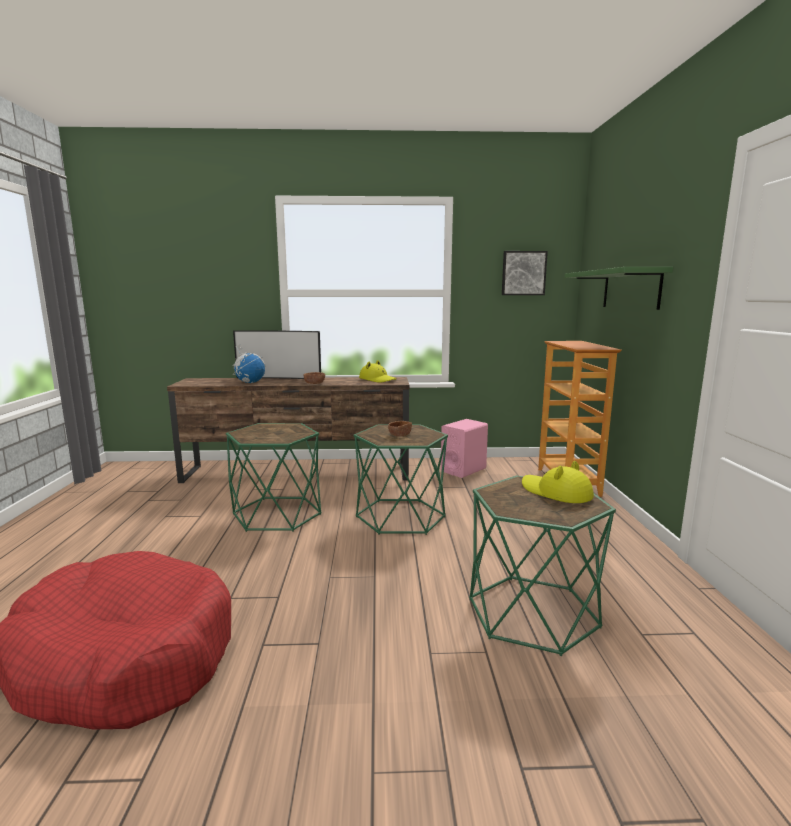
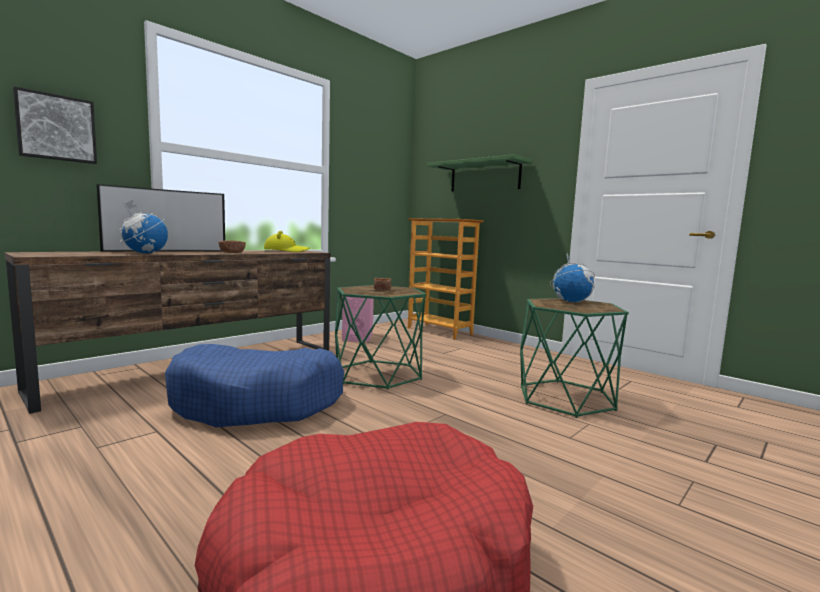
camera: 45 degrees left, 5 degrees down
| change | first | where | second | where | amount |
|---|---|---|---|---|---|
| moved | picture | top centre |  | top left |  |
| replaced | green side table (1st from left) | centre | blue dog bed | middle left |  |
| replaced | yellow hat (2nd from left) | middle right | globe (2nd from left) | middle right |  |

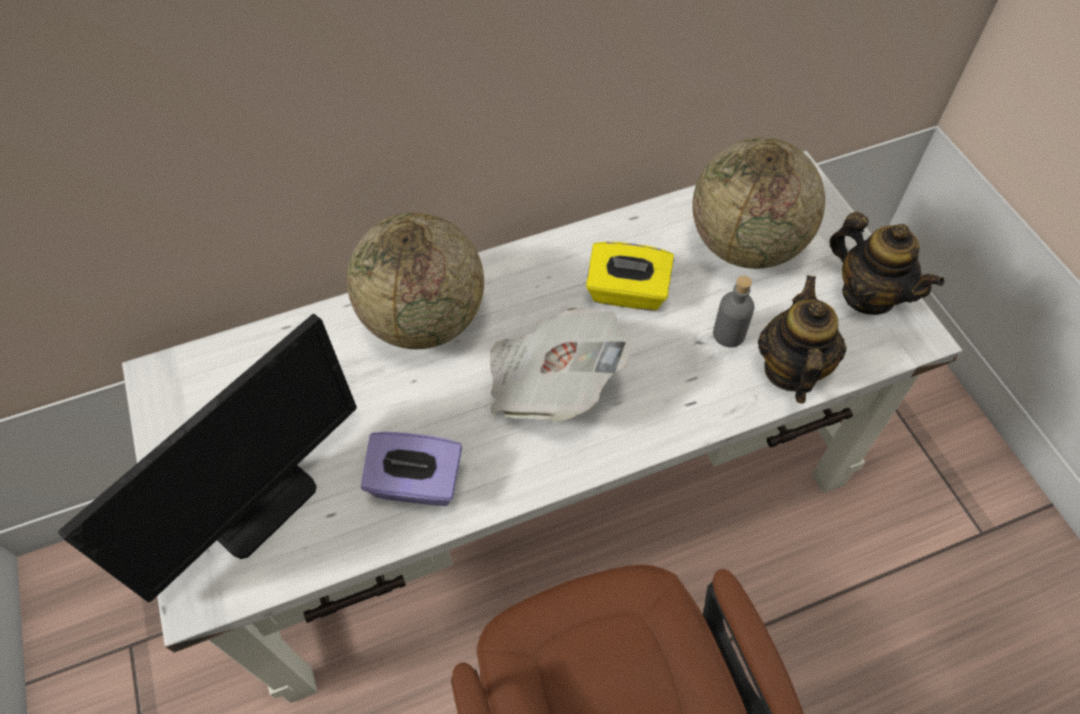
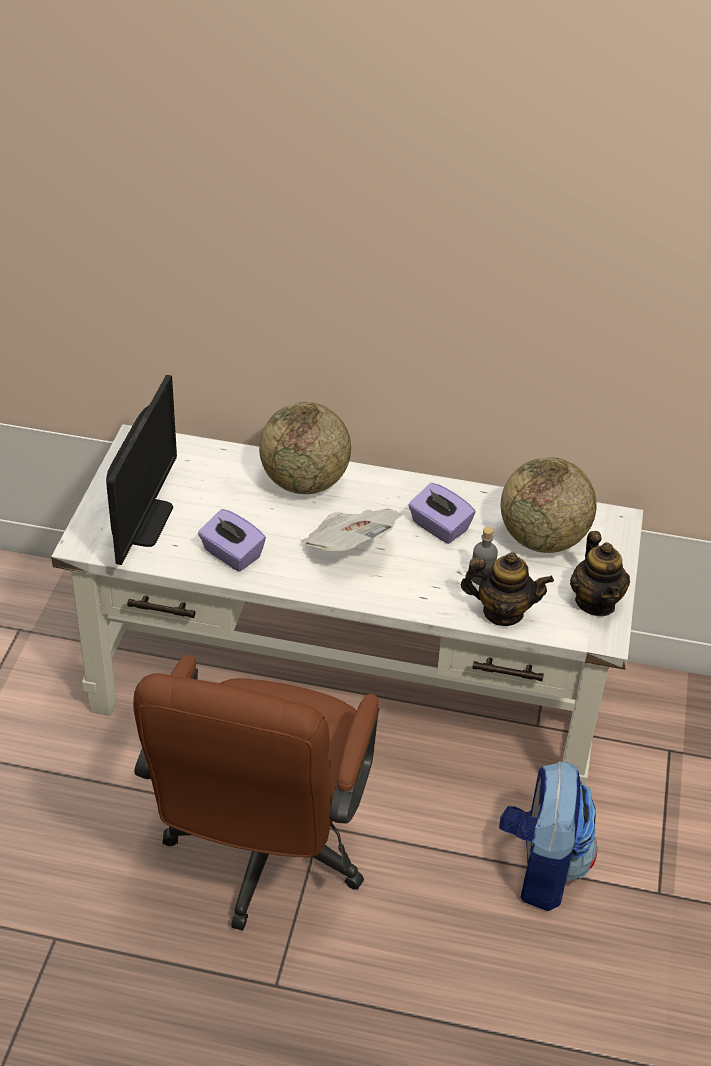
camera: 30 degrees right, 15 degrees down
| change | first | where | second | where | amount |
|---|---|---|---|---|---|
| added |  |  | backpack | bottom right |  |
| recoloured | yellow tissue box | centre | purple tissue box (2nd from left) | centre |  |
| turned | monitor | middle left |  | middle left | 60 degrees counterclockwise |
| turned | teapot (1st from left) | middle right |  | middle right | 60 degrees clockwise |

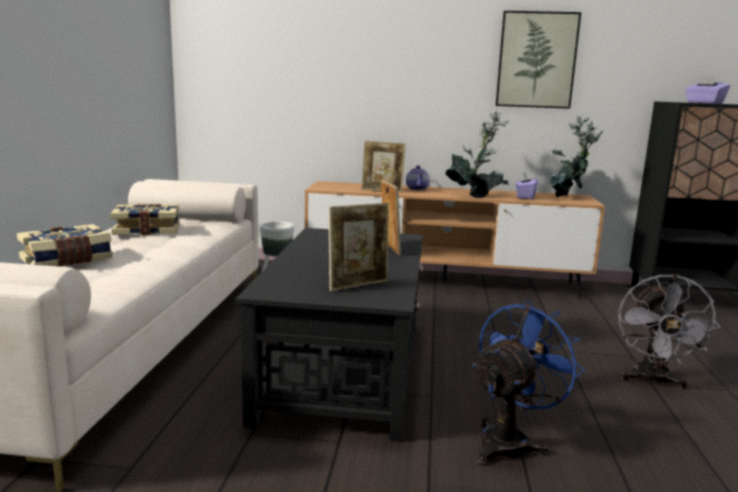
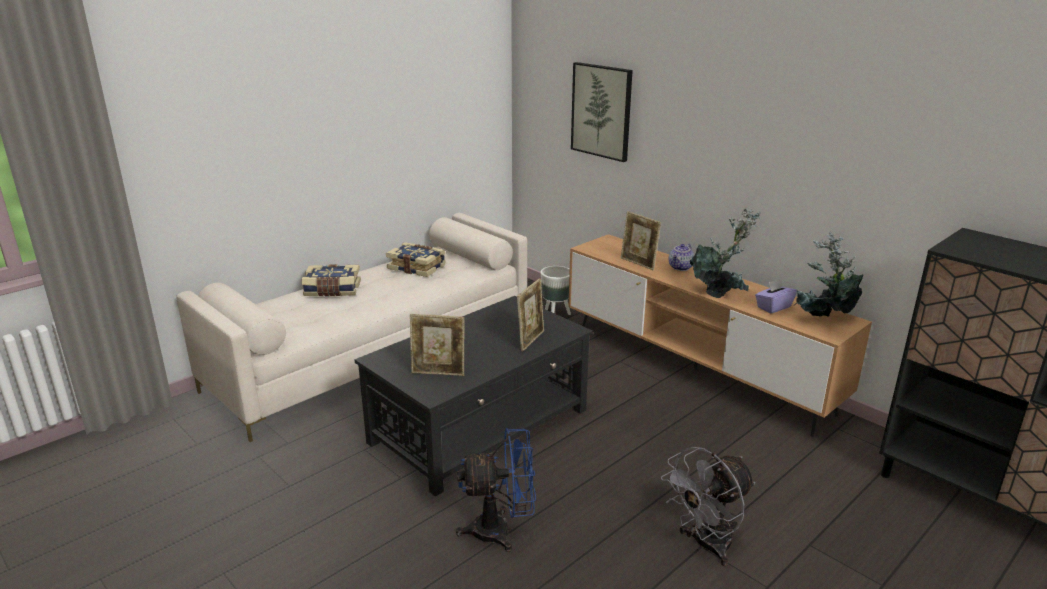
camera: 40 degrees right, 10 degrees up
| change | first | where | second | where | amount |
|---|---|---|---|---|---|
| removed | purple tissue box (2nd from left) | top right |  |  |  |
| moved | picture | top right |  | top centre |  |

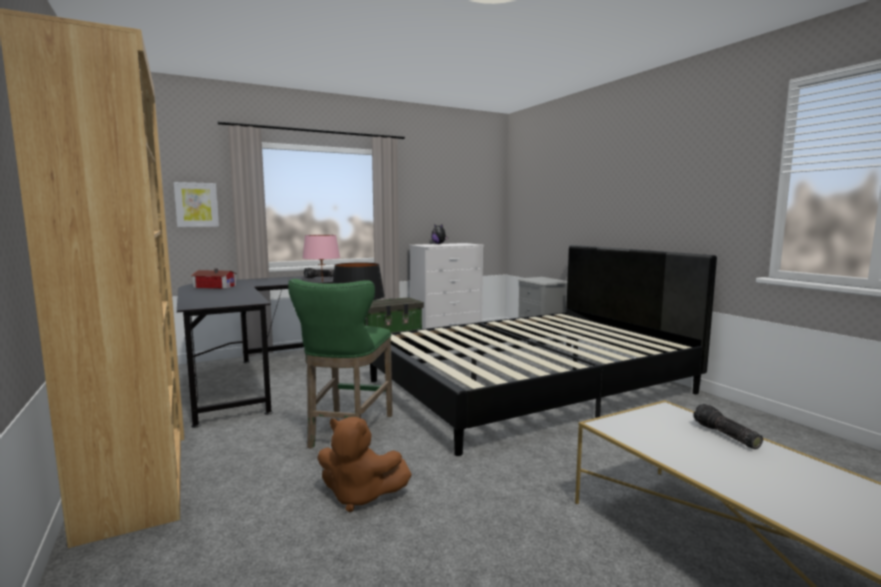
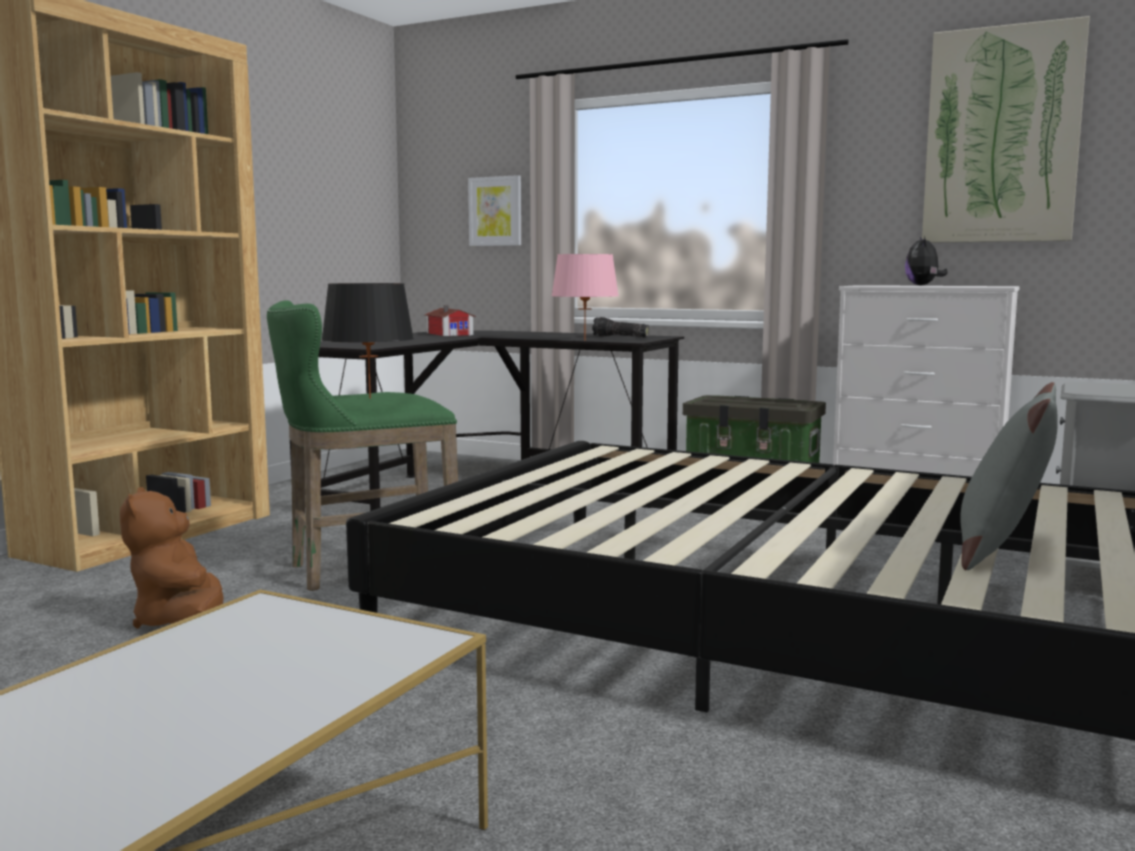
camera: 55 degrees right, 0 degrees up
| change | first | where | second | where | amount |
|---|---|---|---|---|---|
| removed | flashlight (2nd from left) | bottom right |  |  |  |
| added |  |  | picture (2nd from left) | top right |  |
| added |  |  | grey pillow | middle right |  |

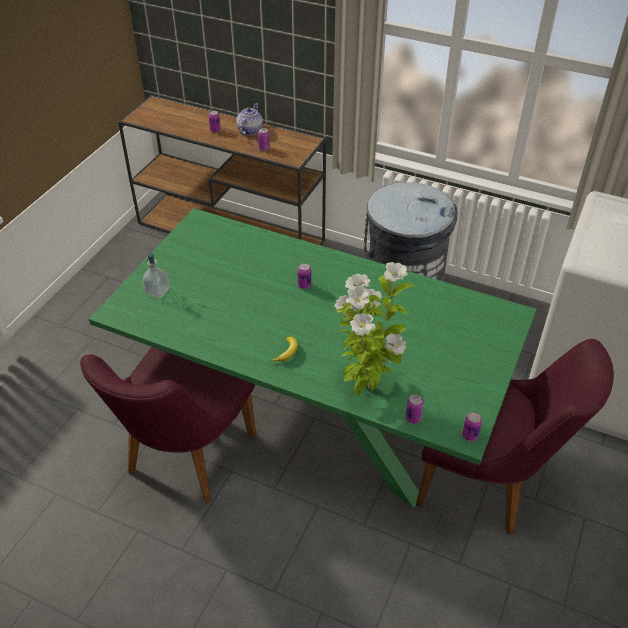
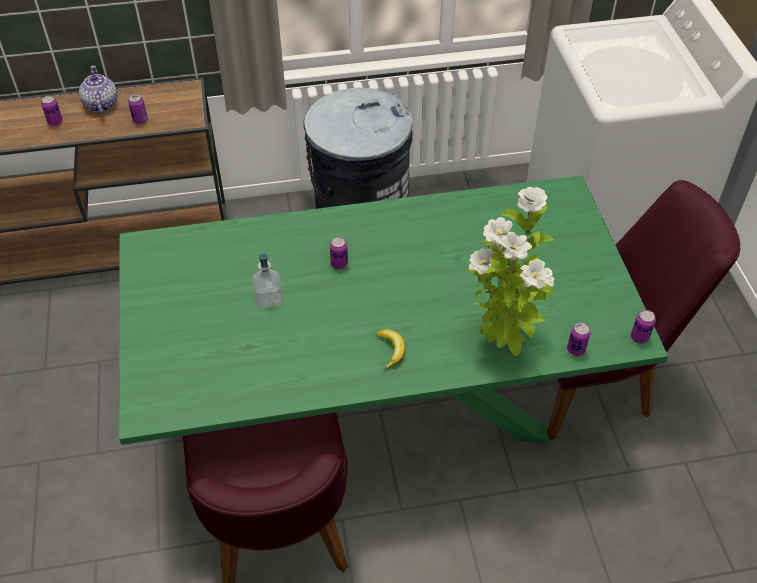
camera: 35 degrees left, 5 degrees up
| change | first | where | second | where | amount |
|---|---|---|---|---|---|
| moved | soap dispenser | middle left |  | centre |  |

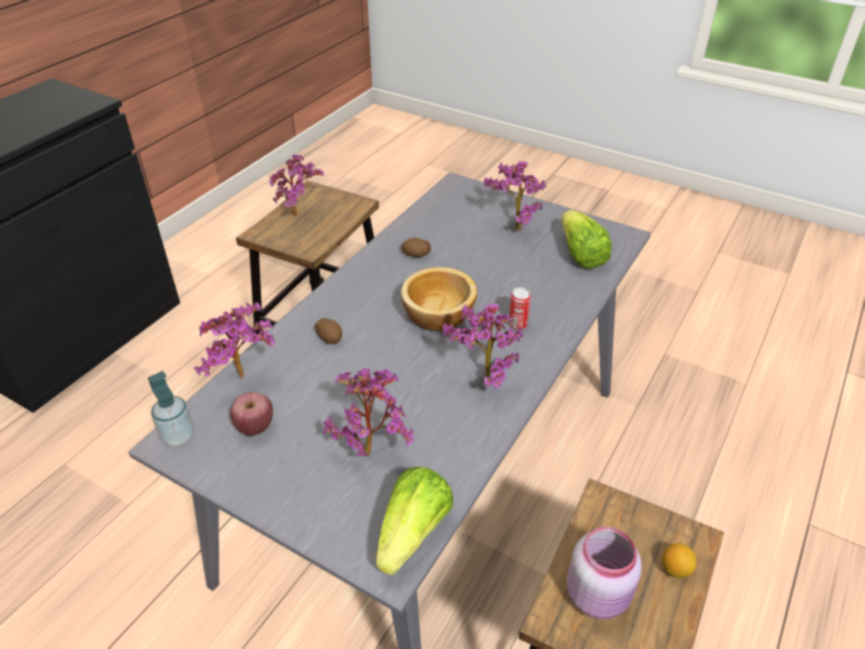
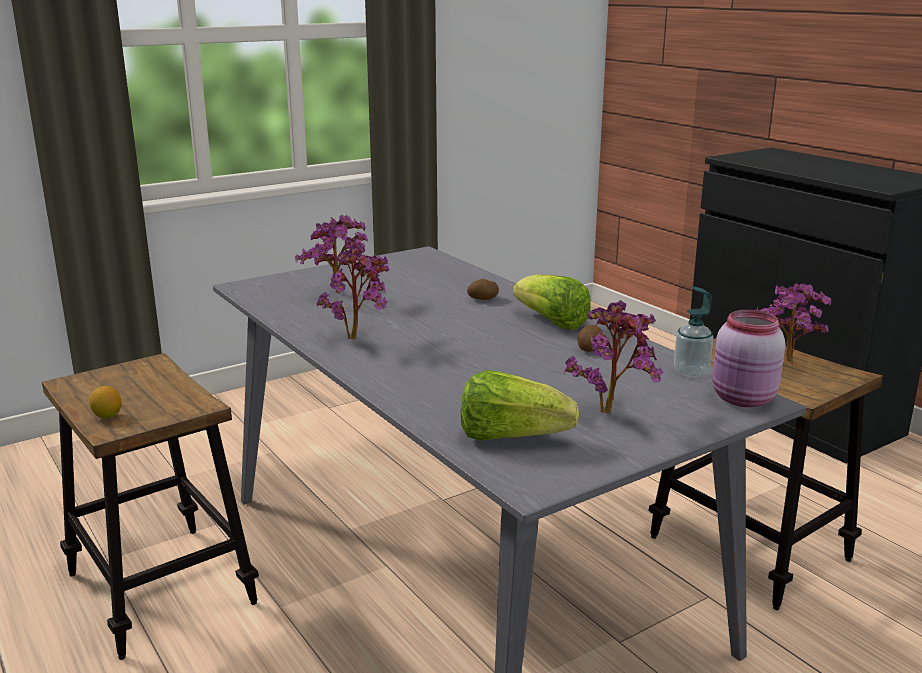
camera: 115 degrees right, 20 degrees down
| change | first | where | second | where | amount |
|---|---|---|---|---|---|
| removed | potted plant (1st from left) | middle left |  |  |  |
| removed | apple | middle left |  |  |  |
| removed | bowl | centre |  |  |  |
| removed | can | centre |  |  |  |
| moved | soap dispenser | middle left |  | middle right |  |
| moved | lettuce (1st from left in the first image) | bottom centre | lettuce (2nd from left) | centre |  |
| moved | pink jar | bottom right |  | middle right |  |

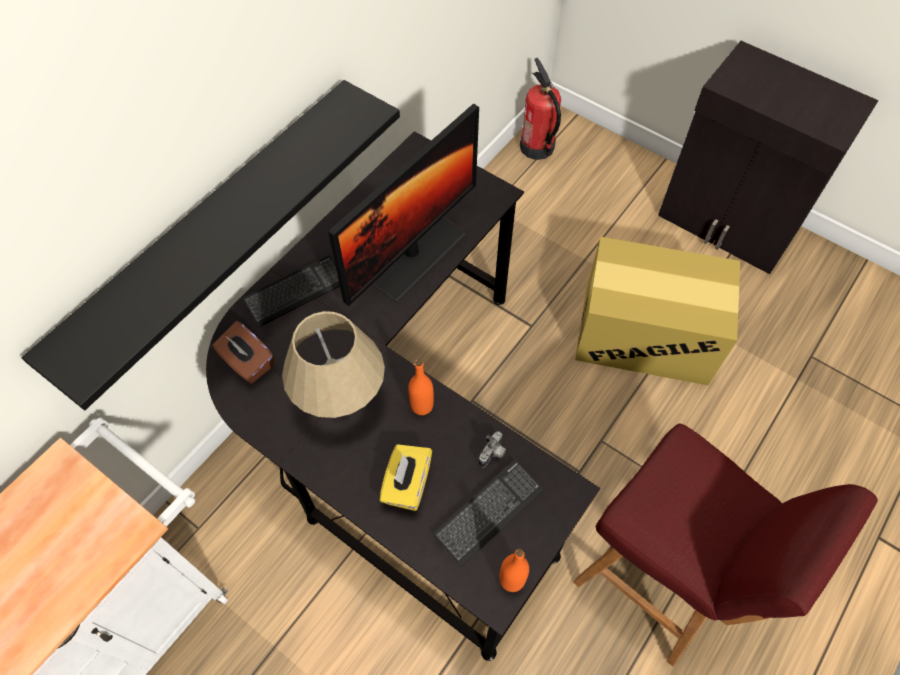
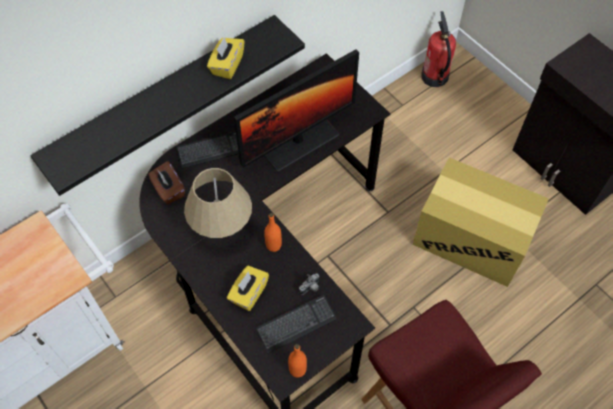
camera: 15 degrees right, 0 degrees up
| change | first | where | second | where | amount |
|---|---|---|---|---|---|
| added |  |  | yellow tissue box (1st from left) | top centre |  |

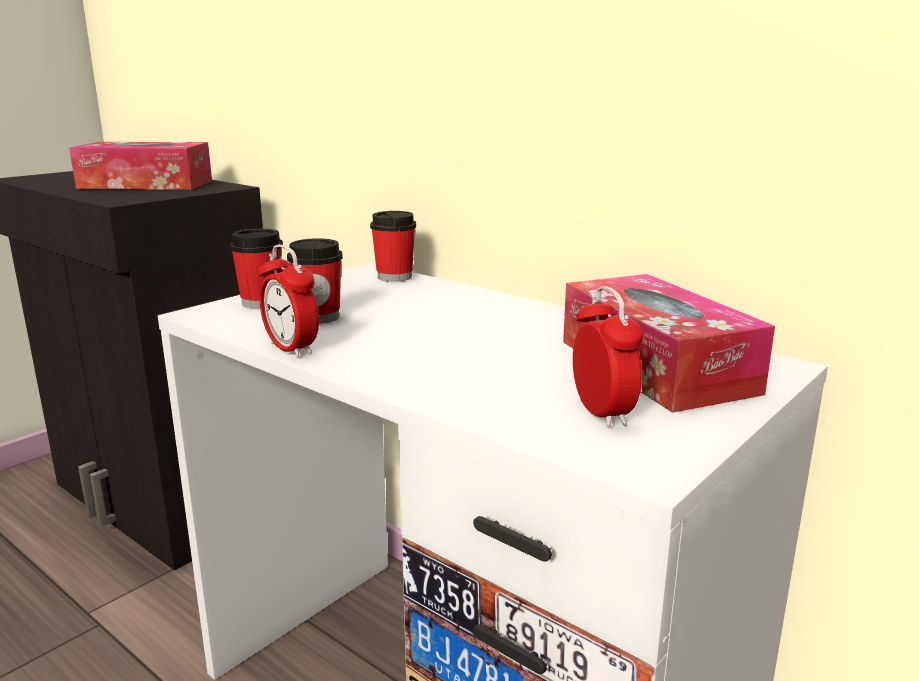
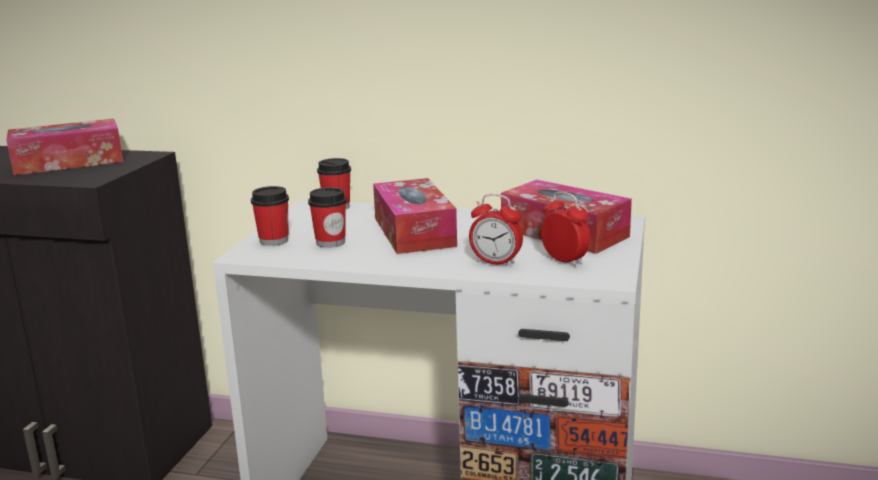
camera: 25 degrees left, 0 degrees up
| change | first | where | second | where | amount |
|---|---|---|---|---|---|
| added |  |  | tissue box (2nd from left) | centre |  |
| moved | alarm clock (1st from left) | middle left |  | centre |  |

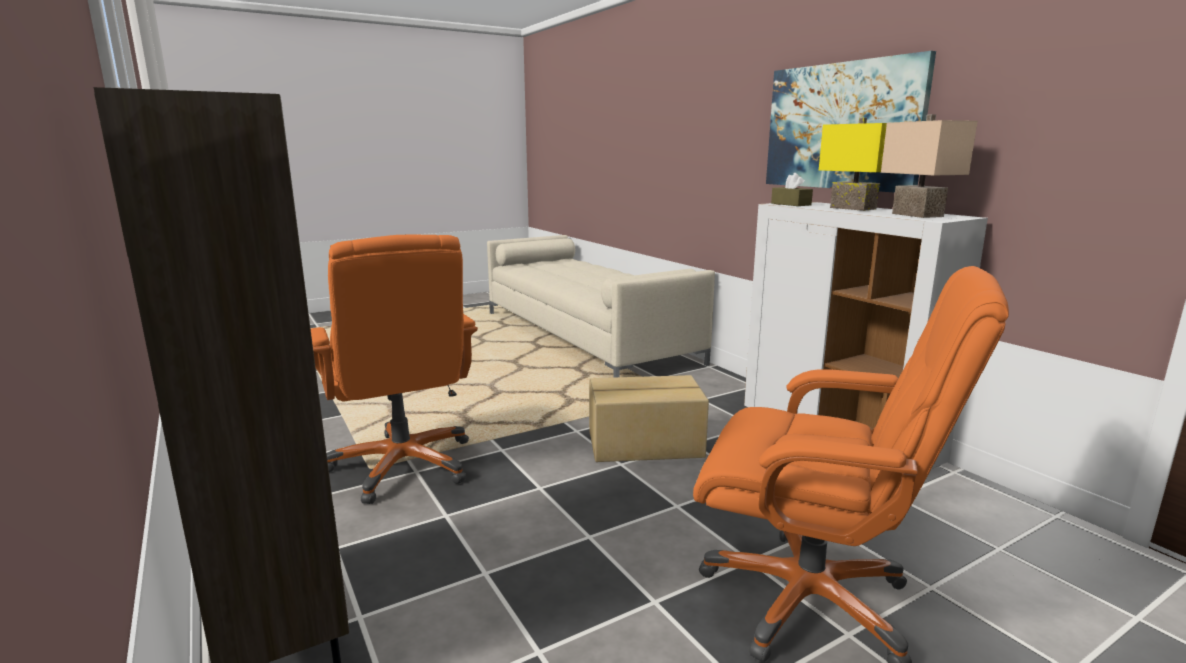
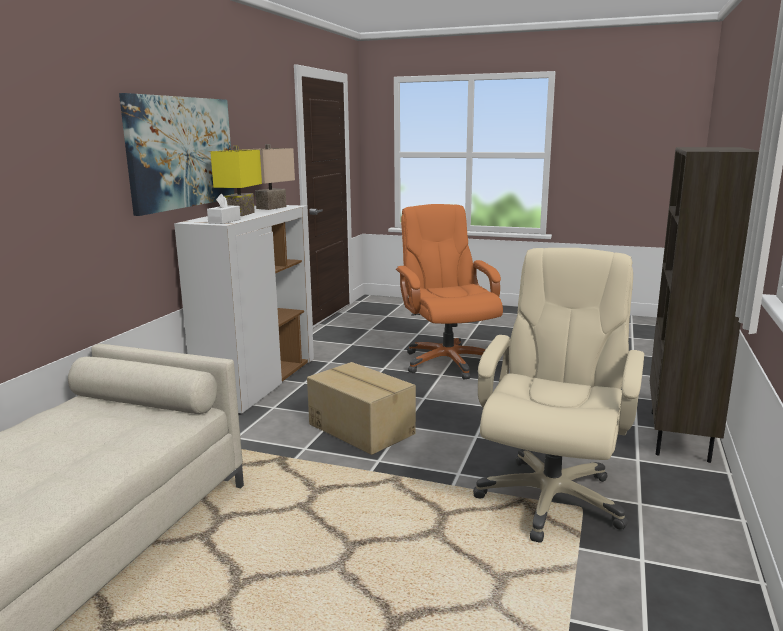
camera: 130 degrees left, 0 degrees up
| change | first | where | second | where | amount |
|---|---|---|---|---|---|
| recoloured | orange office chair (1st from left) | middle left | beige office chair | middle right |  |
| recoloured | brown tissue box | top right | white tissue box | top left |  |

